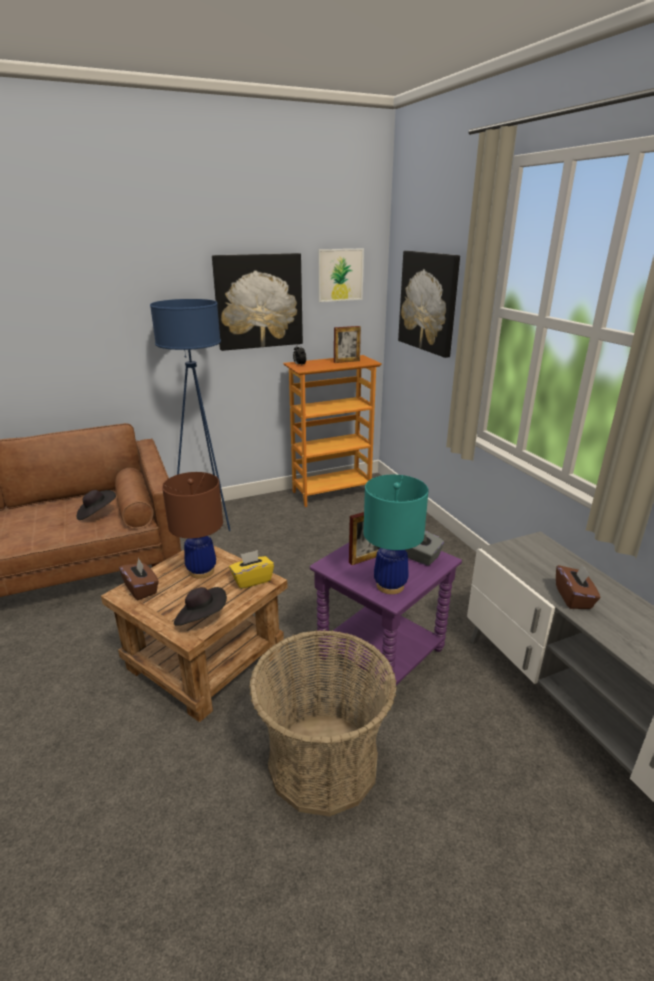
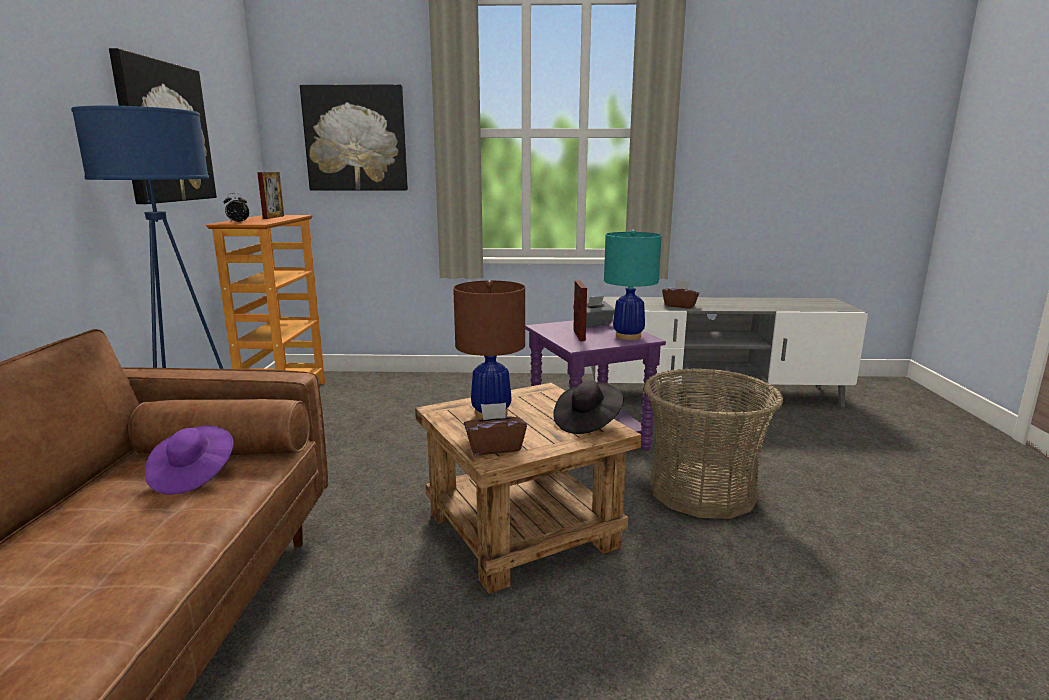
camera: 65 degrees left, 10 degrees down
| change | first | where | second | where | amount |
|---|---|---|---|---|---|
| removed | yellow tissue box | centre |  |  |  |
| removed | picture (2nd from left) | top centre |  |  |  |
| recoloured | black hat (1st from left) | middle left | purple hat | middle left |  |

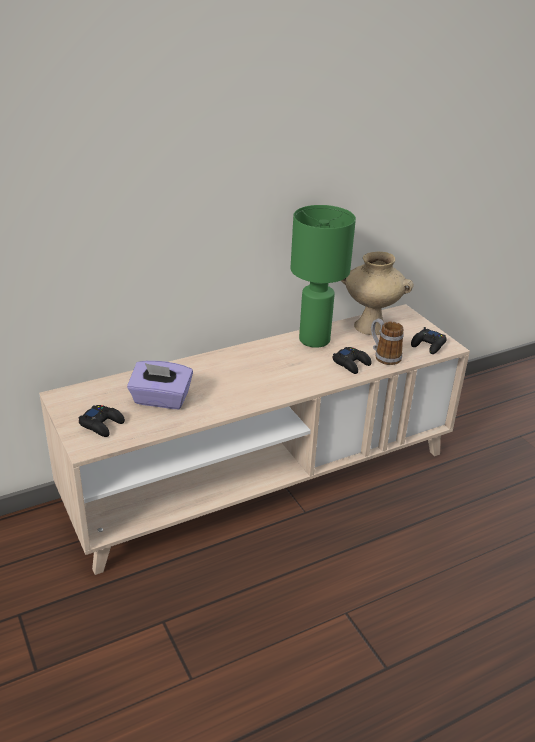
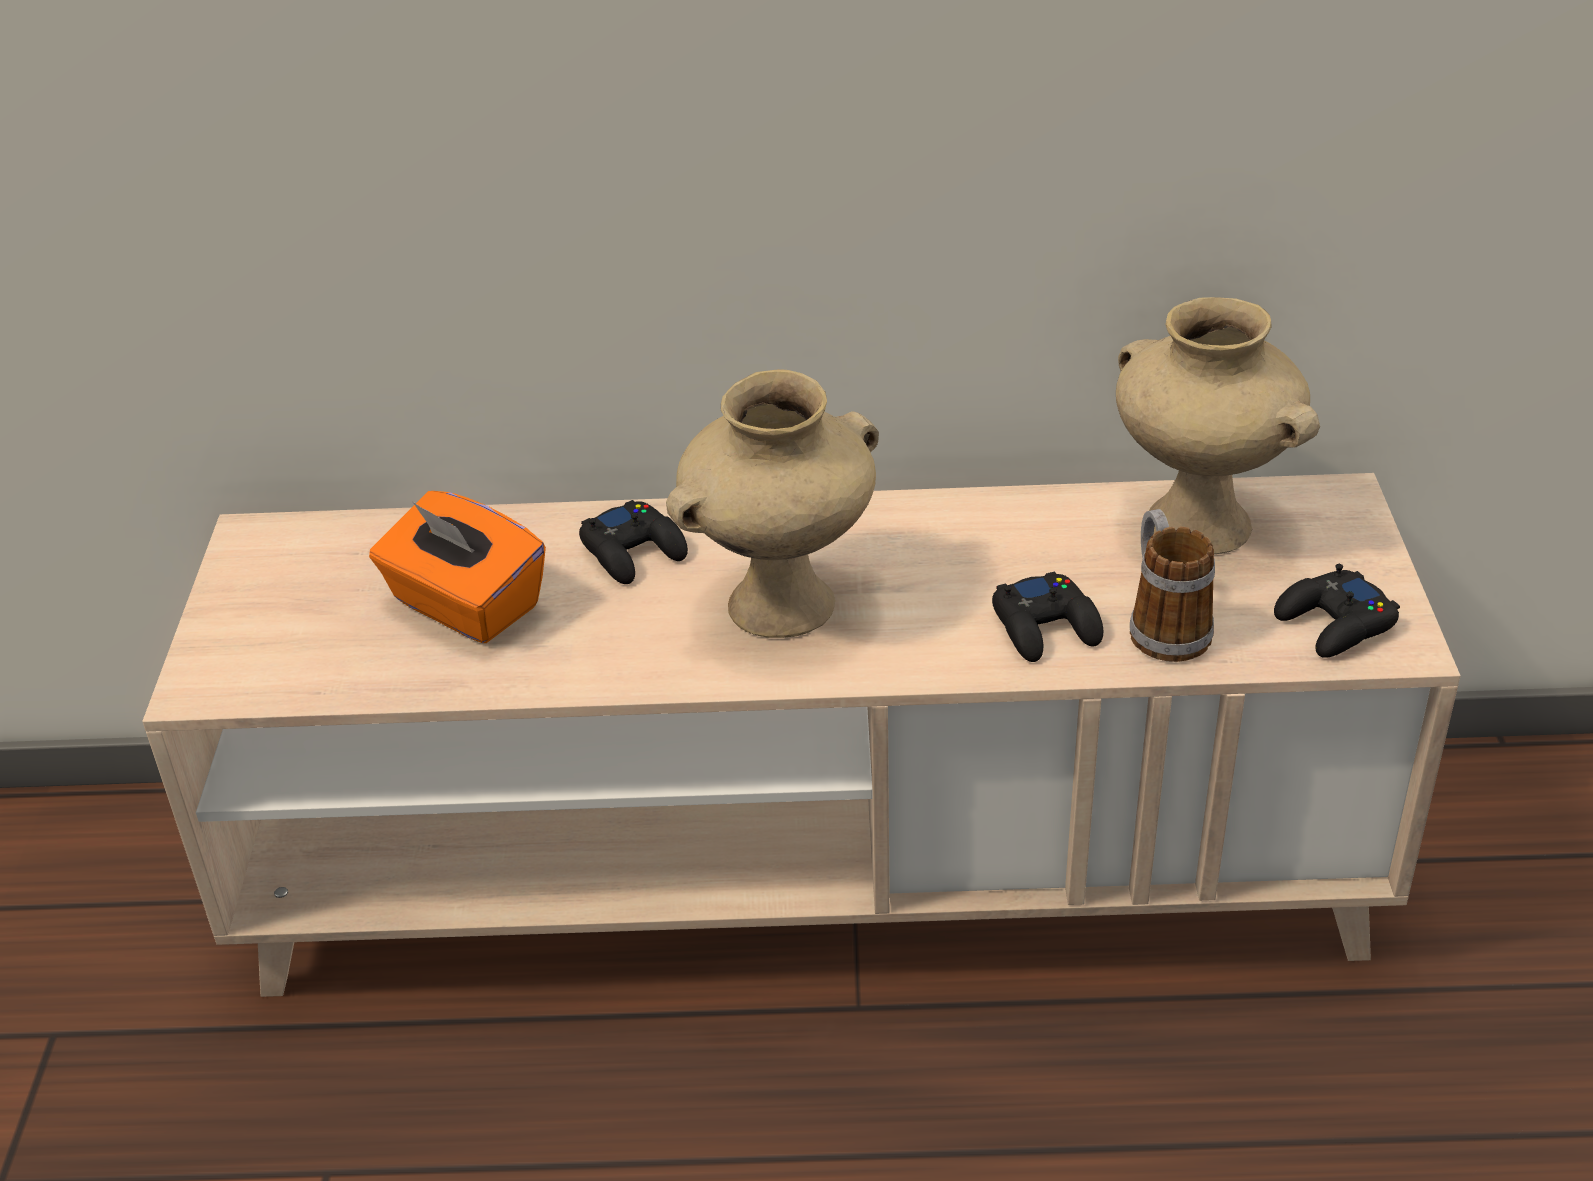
camera: 30 degrees right, 5 degrees up
| change | first | where | second | where | amount |
|---|---|---|---|---|---|
| removed | green table lamp | centre |  |  |  |
| added |  |  | beige vase (1st from left) | centre |  |
| moved | black game controller (1st from left) | middle left |  | centre |  |
| recoloured | purple tissue box | middle left | orange tissue box | middle left |  |

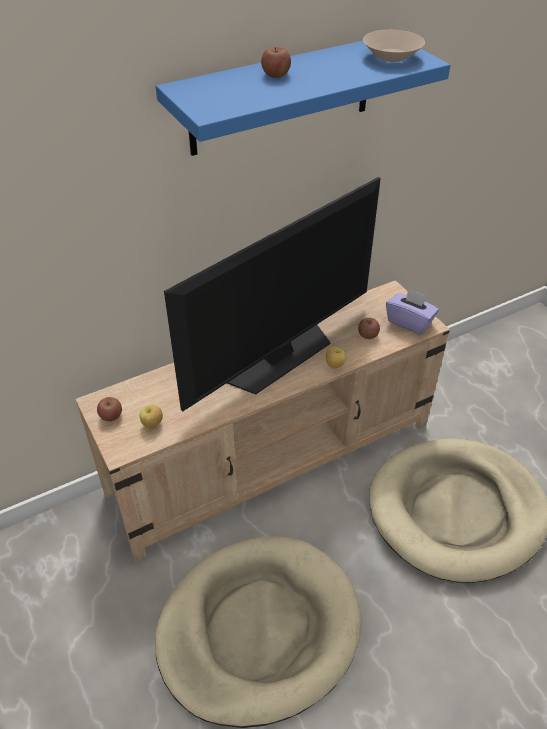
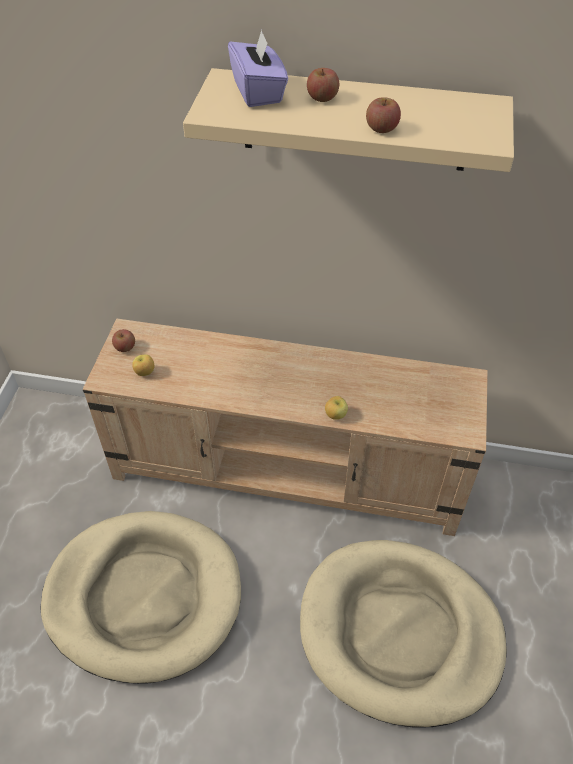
camera: 40 degrees right, 5 degrees up
| change | first | where | second | where | amount |
|---|---|---|---|---|---|
| removed | television | centre |  |  |  |
| removed | beige bowl | top right |  |  |  |
| moved | apple (5th from left) | middle right |  | top right |  |
| moved | purple tissue box | middle right |  | top centre |  |
| recoloured | blue shelf | top centre | beige shelf | top centre |  |

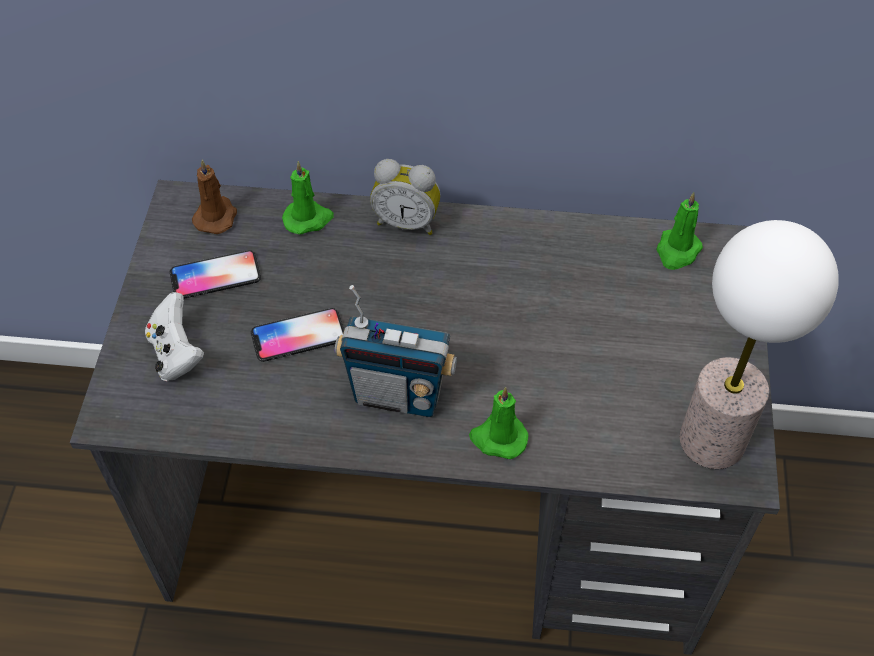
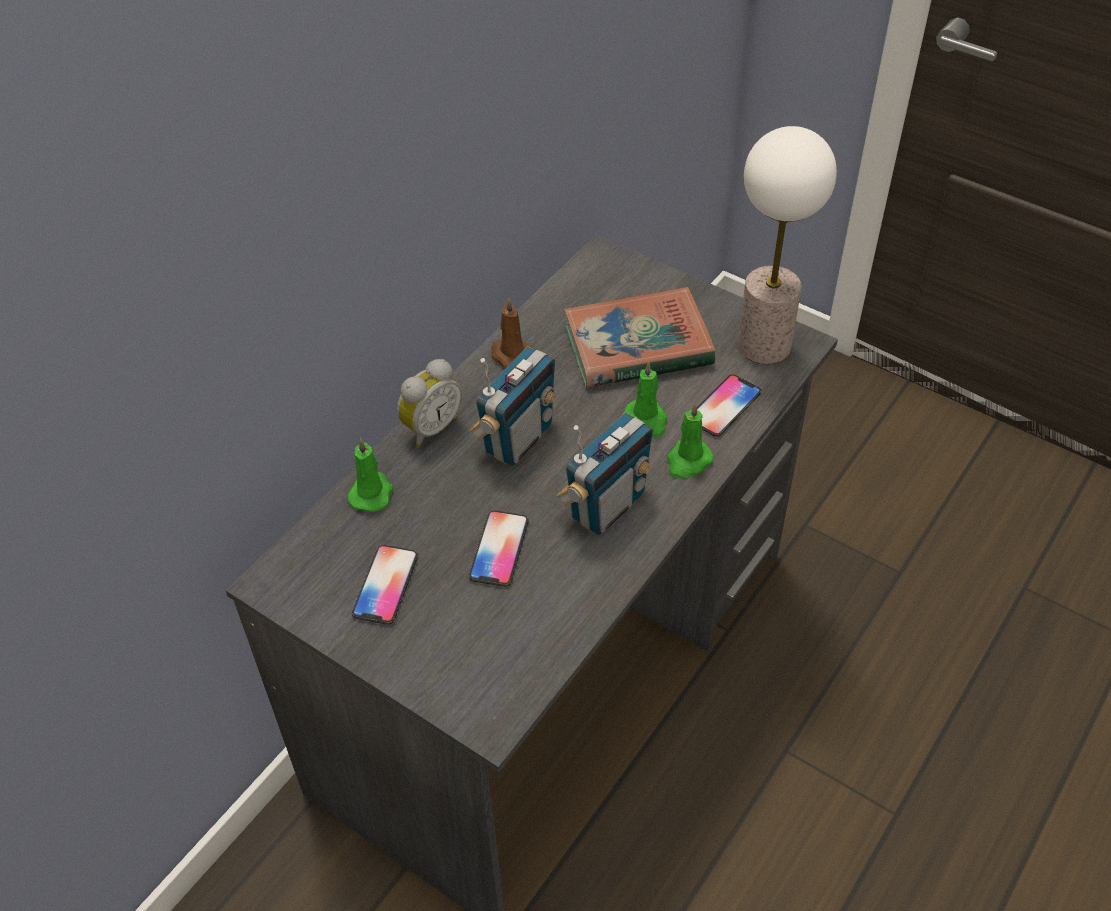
camera: 60 degrees left, 5 degrees down
| change | first | where | second | where | amount |
|---|---|---|---|---|---|
| removed | white game controller | middle left |  |  |  |
| added |  |  | radio (1st from left) | centre |  |
| added |  |  | book | centre |  |
| added |  |  | phone (3rd from left) | centre |  |
| moved | brown candle | top left |  | centre |  |
| moved | green candle (3rd from left in the first image) | middle right | green candle (2nd from left) | centre |  |

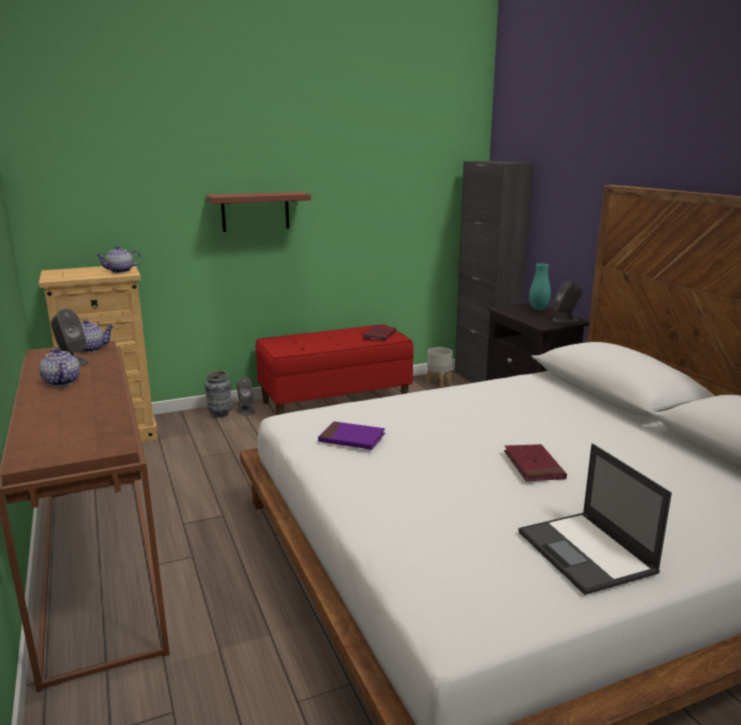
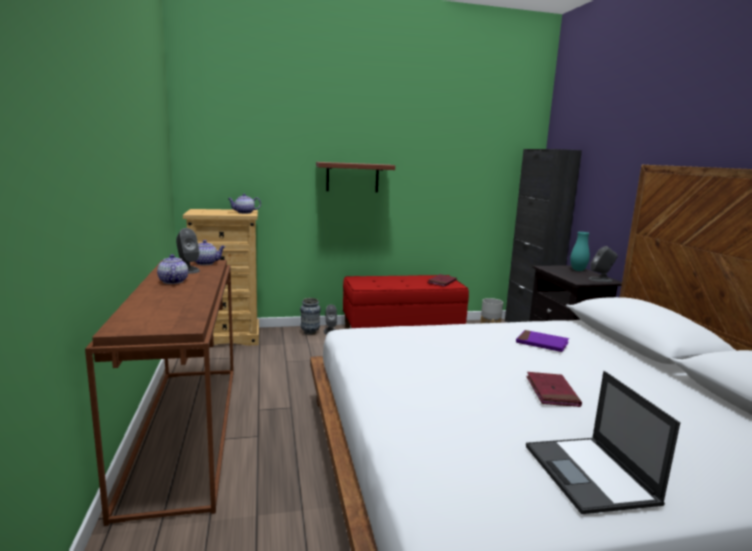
camera: 10 degrees right, 5 degrees down
| change | first | where | second | where | amount |
|---|---|---|---|---|---|
| moved | purple book | centre |  | middle right |  |

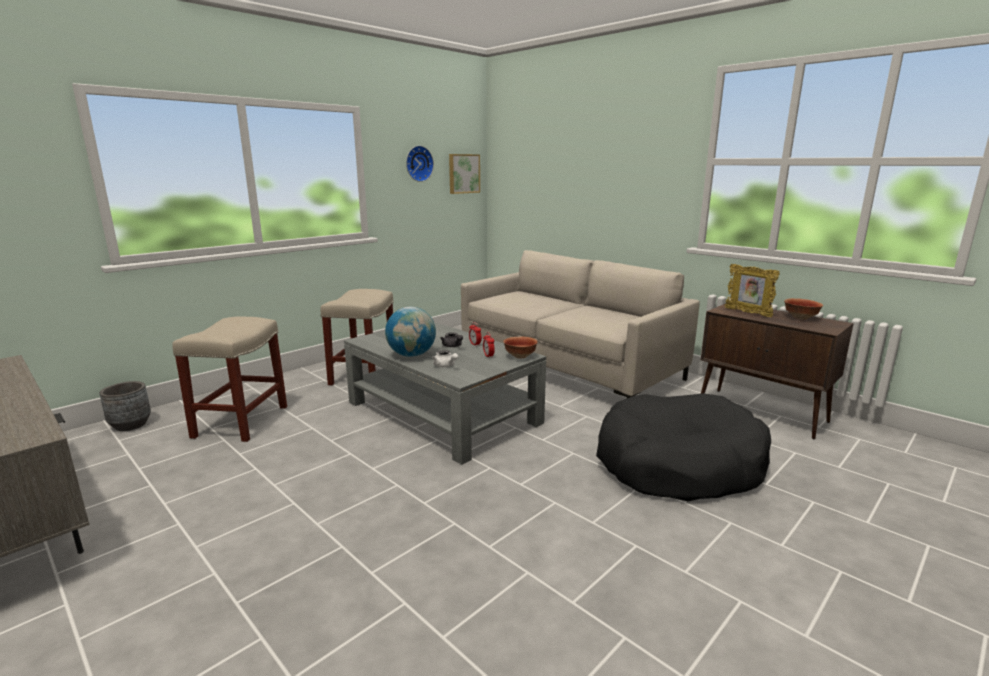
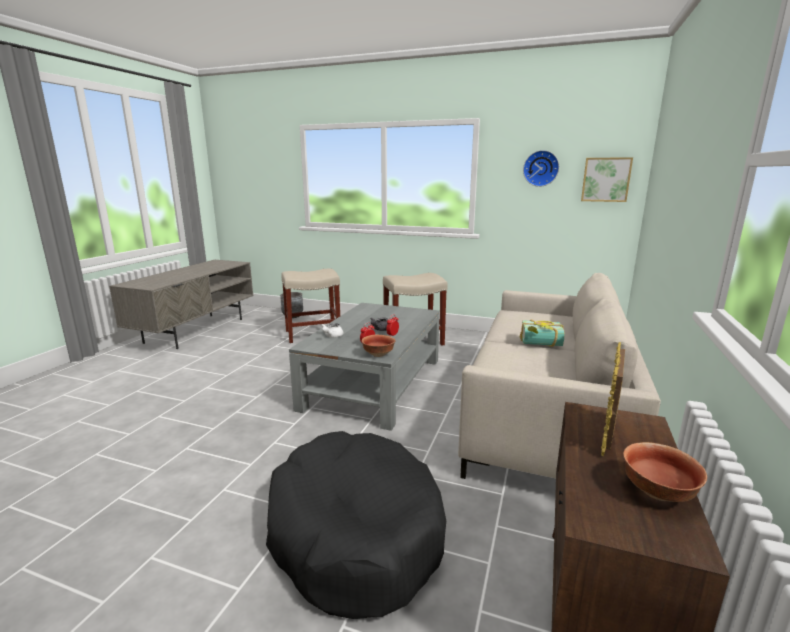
camera: 65 degrees right, 0 degrees up
| change | first | where | second | where | amount |
|---|---|---|---|---|---|
| removed | globe | centre |  |  |  |
| added |  |  | book | middle right |  |

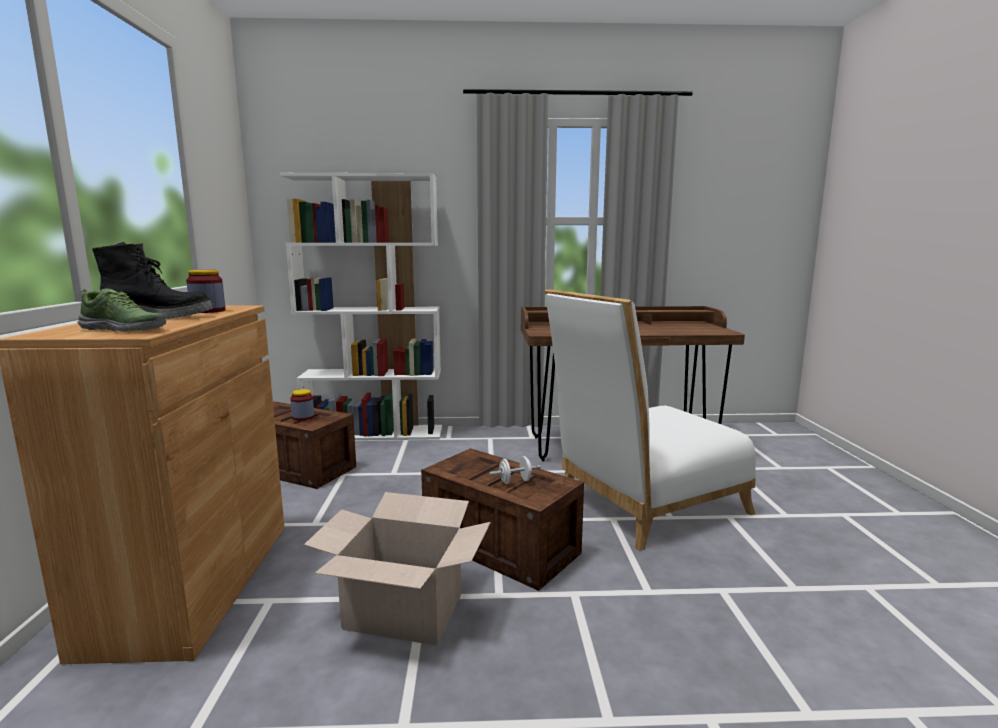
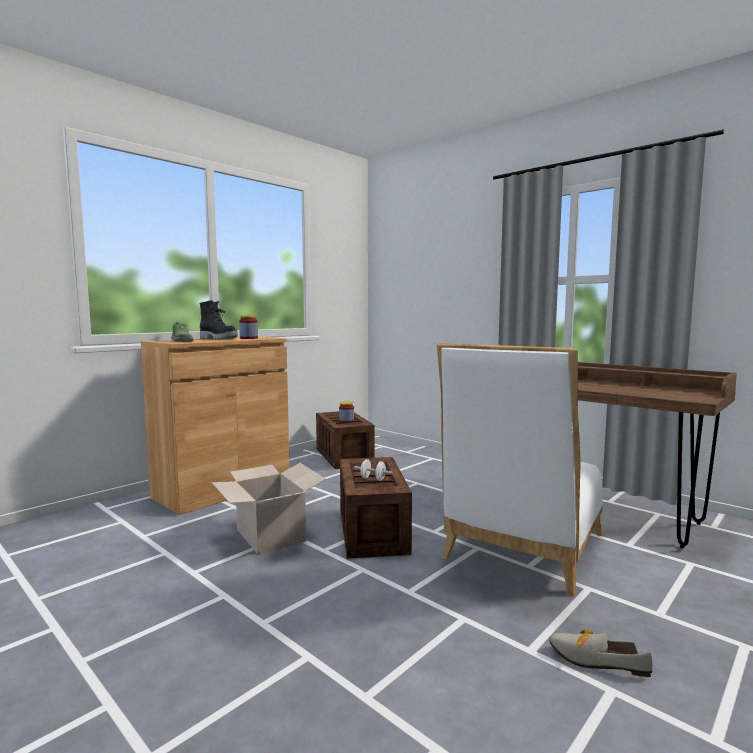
camera: 45 degrees right, 5 degrees down
| change | first | where | second | where | amount |
|---|---|---|---|---|---|
| removed | white bookcase | centre |  |  |  |
| added |  |  | shoe (2nd from left) | bottom right |  |
| turned | white chair | centre |  | middle right | 75 degrees counterclockwise |

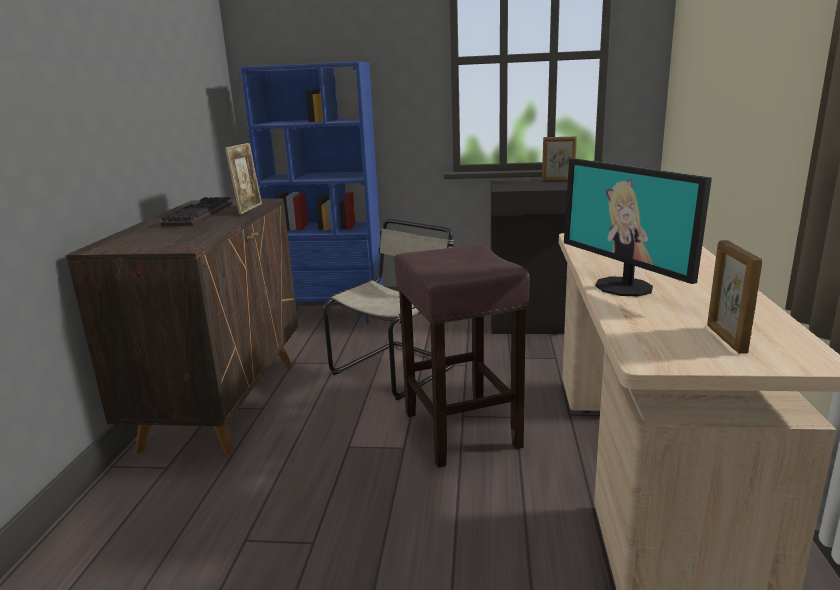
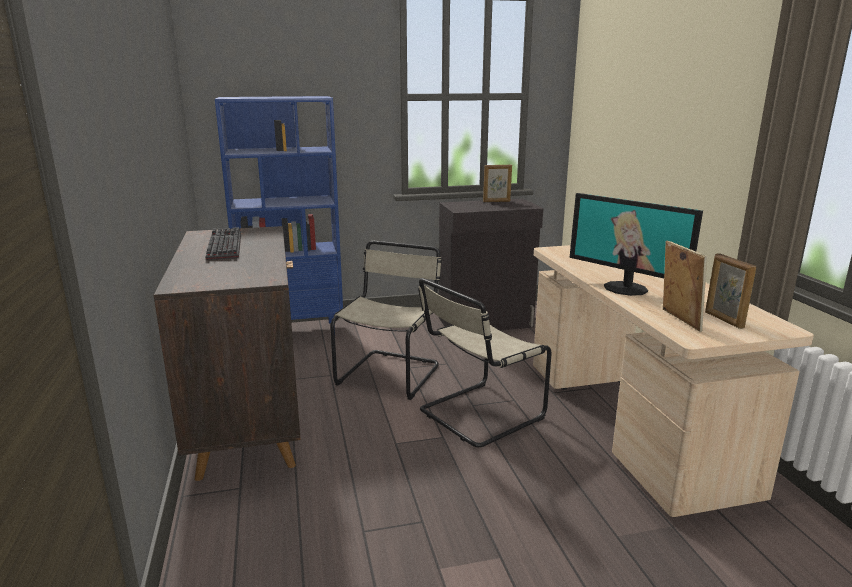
camera: 20 degrees left, 0 degrees up
| change | first | where | second | where | amount |
|---|---|---|---|---|---|
| moved | picture frame (1st from left in the first image) | top left | picture frame (2nd from left) | middle right |  |
| replaced | brown stool | centre | beige chair (2nd from left) | centre |  |

